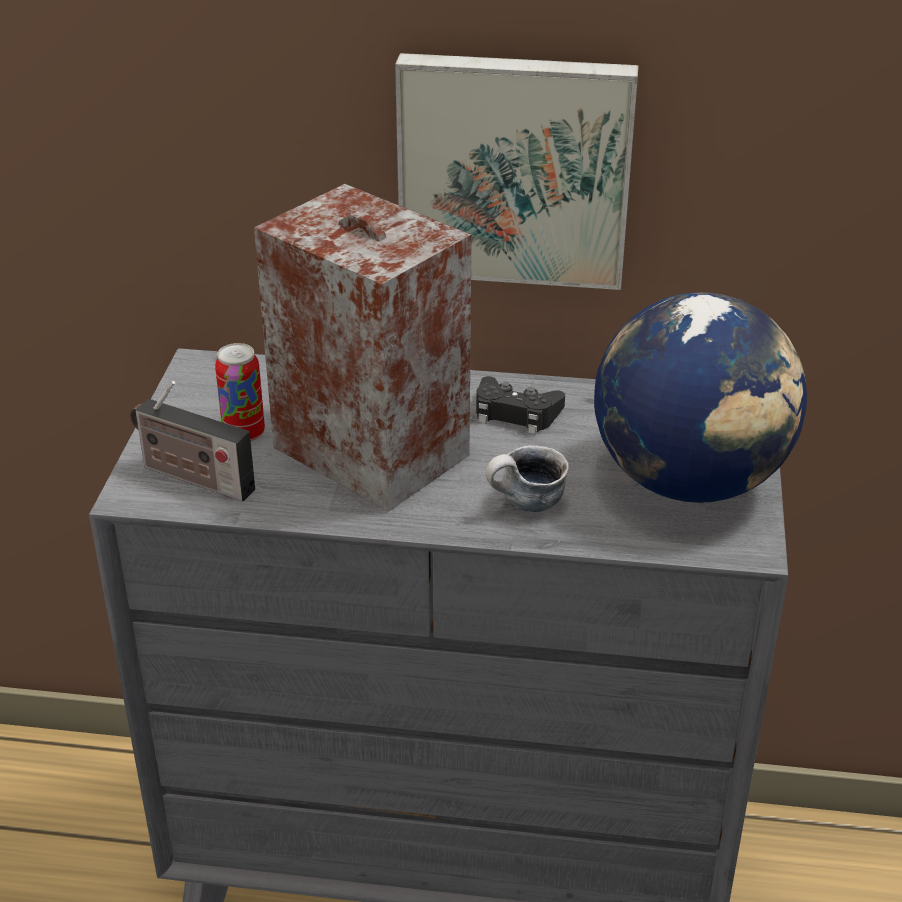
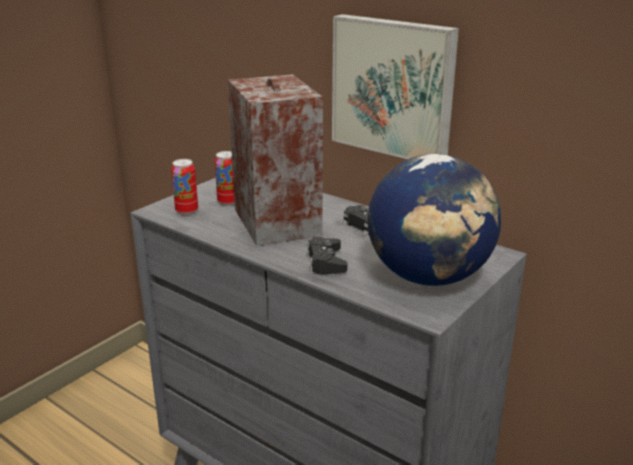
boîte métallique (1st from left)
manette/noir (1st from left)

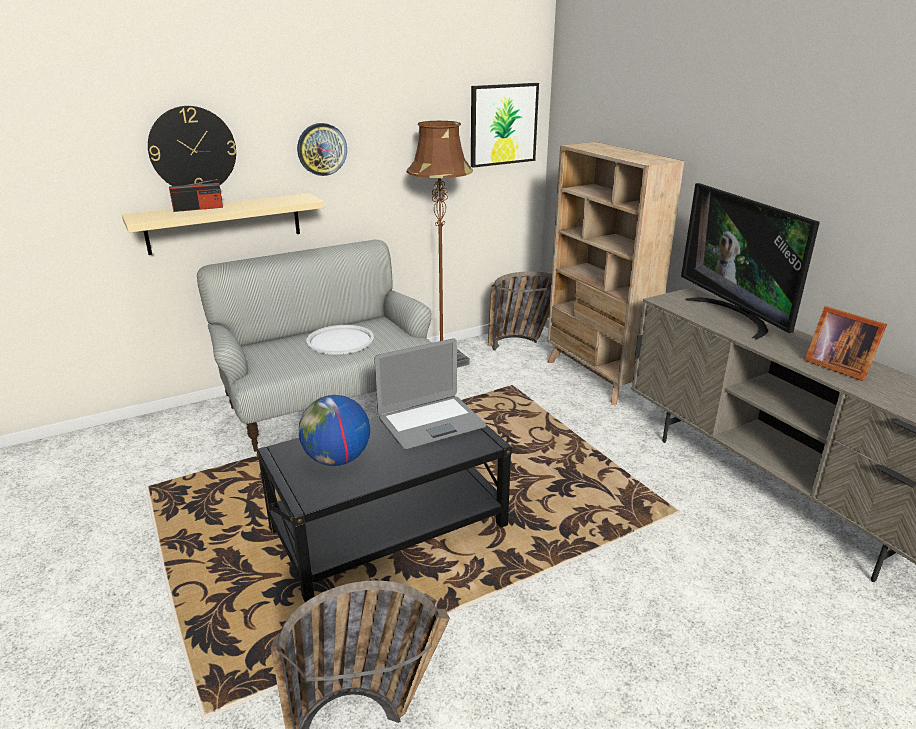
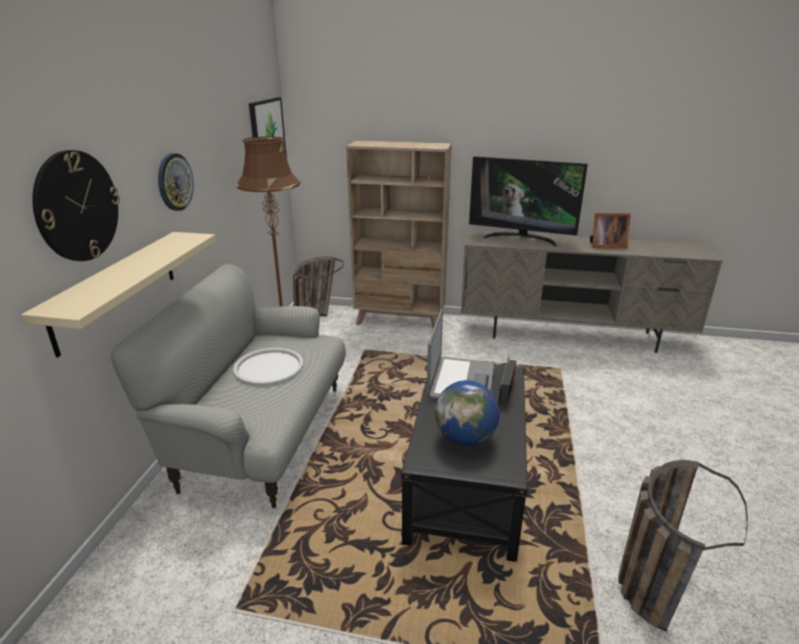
radio

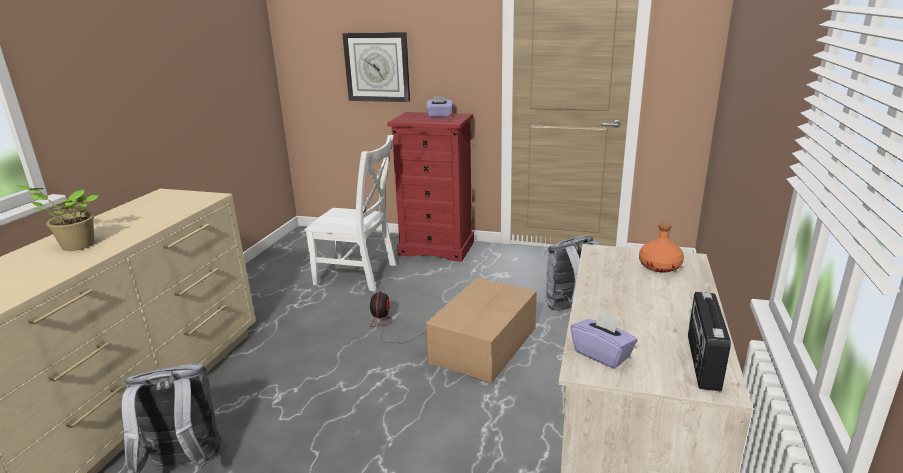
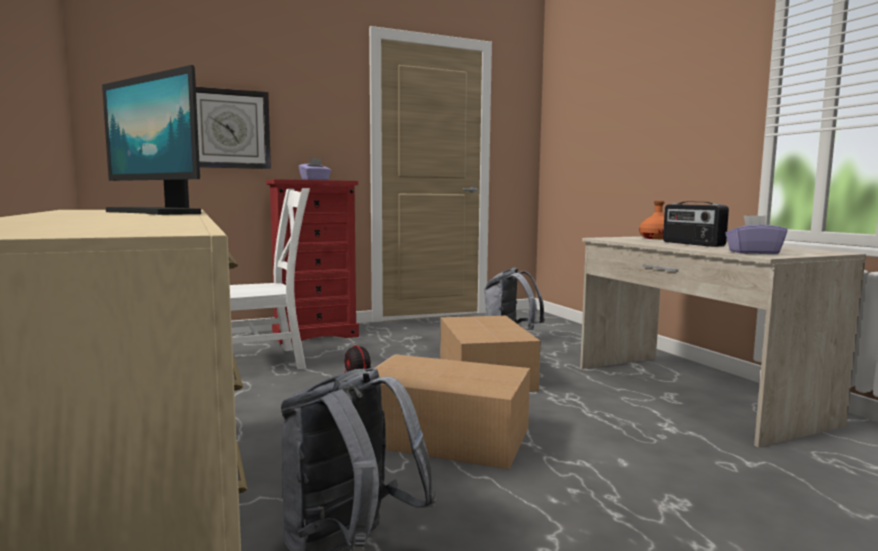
écran d'ordinateur
carton (1st from left)
radio
plante en pot

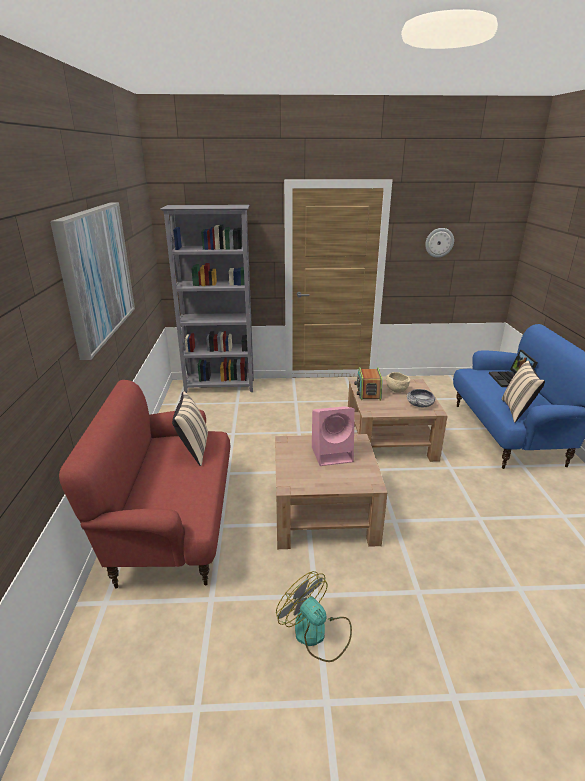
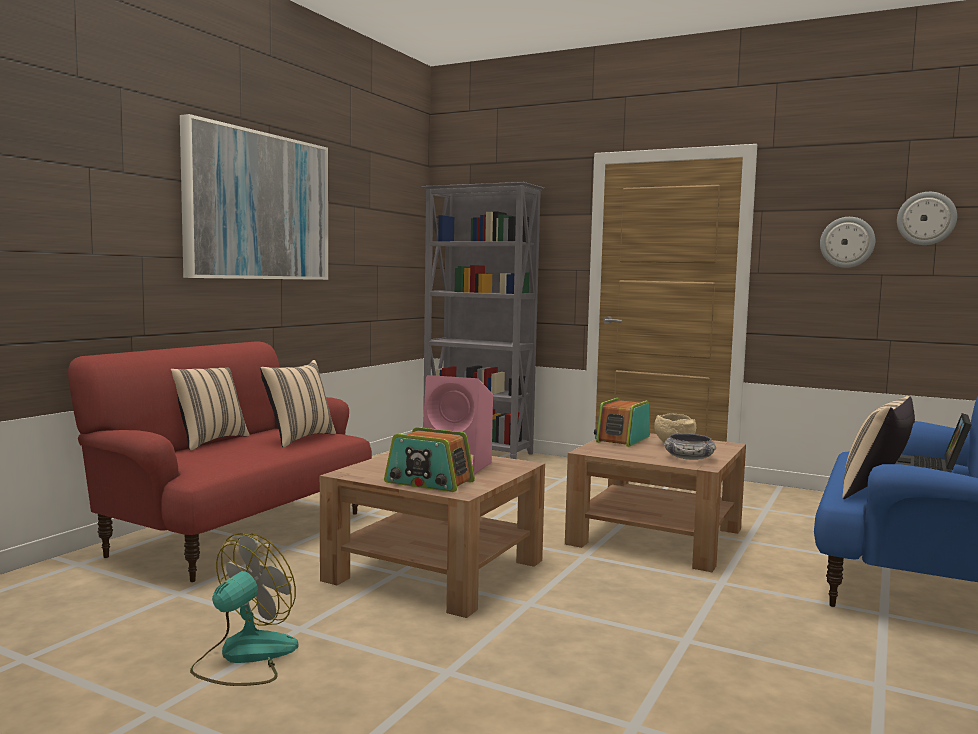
coussin/beige (1st from left)
ventilateur
radio (1st from left)
horloge murale (2nd from left)

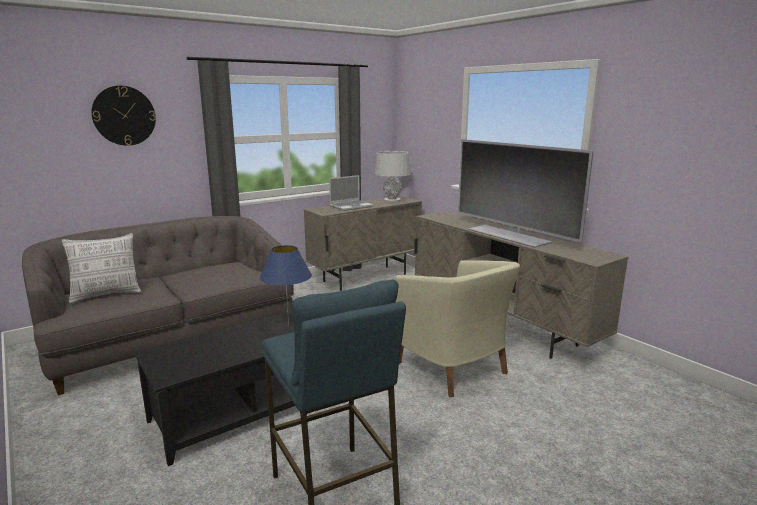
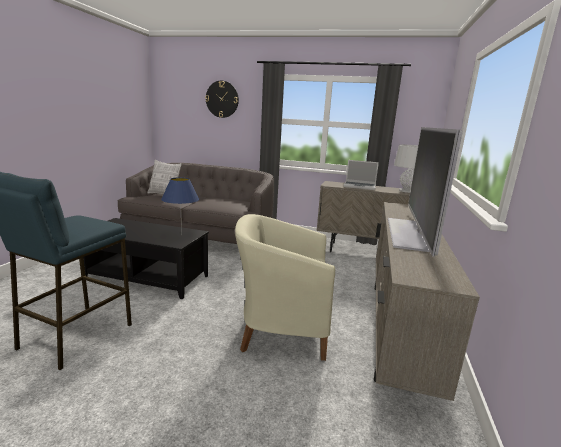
fauteuil/beige

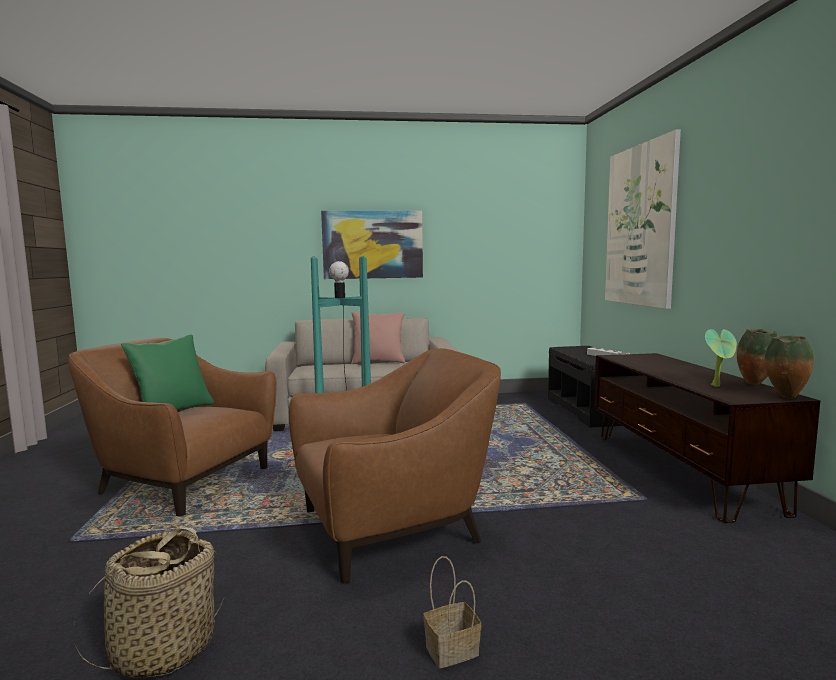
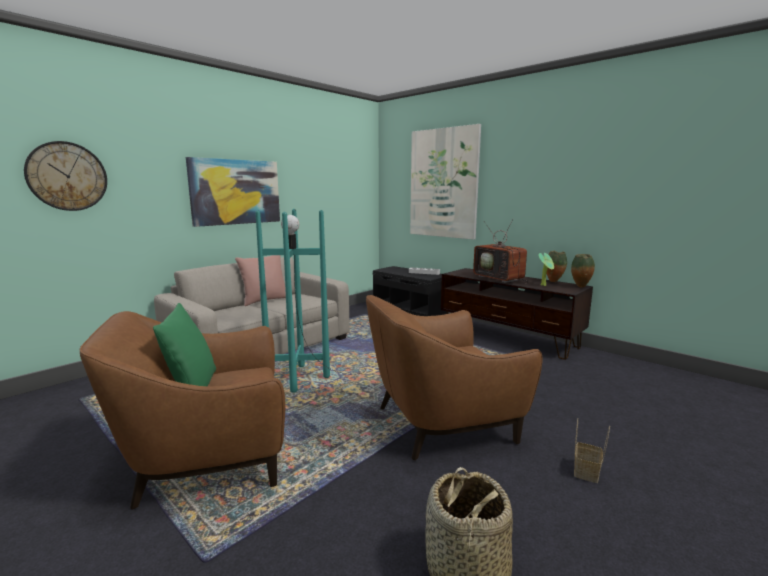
horloge murale
fauteuil/marron (2nd from left)
téléviseur

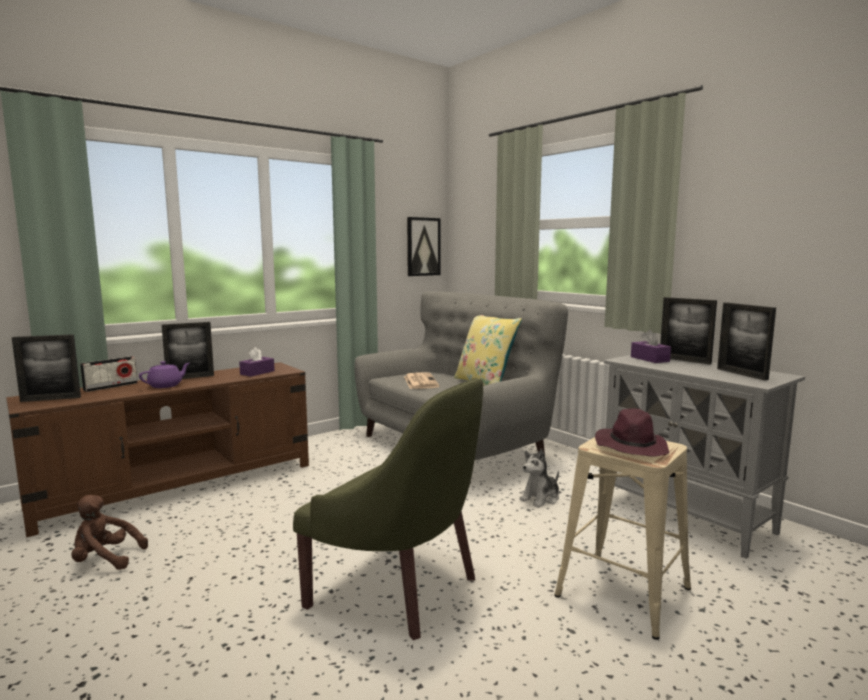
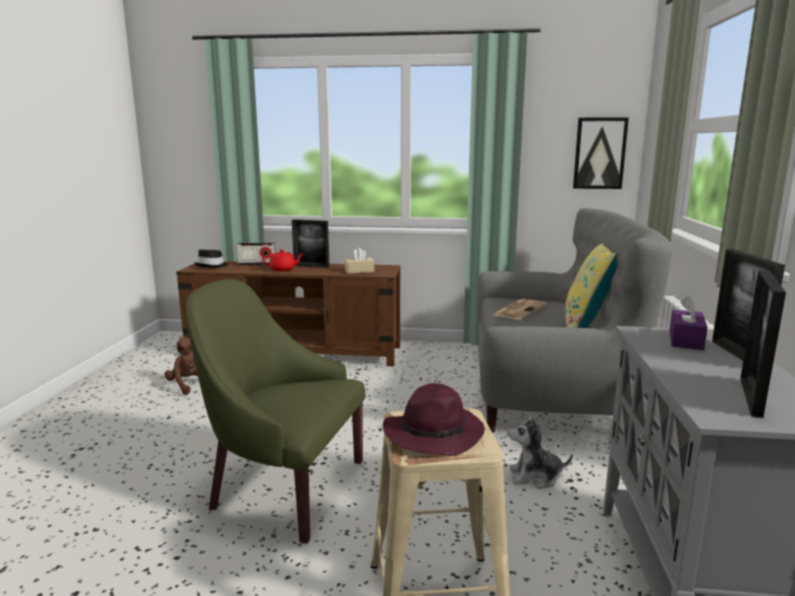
fauteuil/vert
chapeau/noir
théière/rouge
boîte à mouchoirs/beige

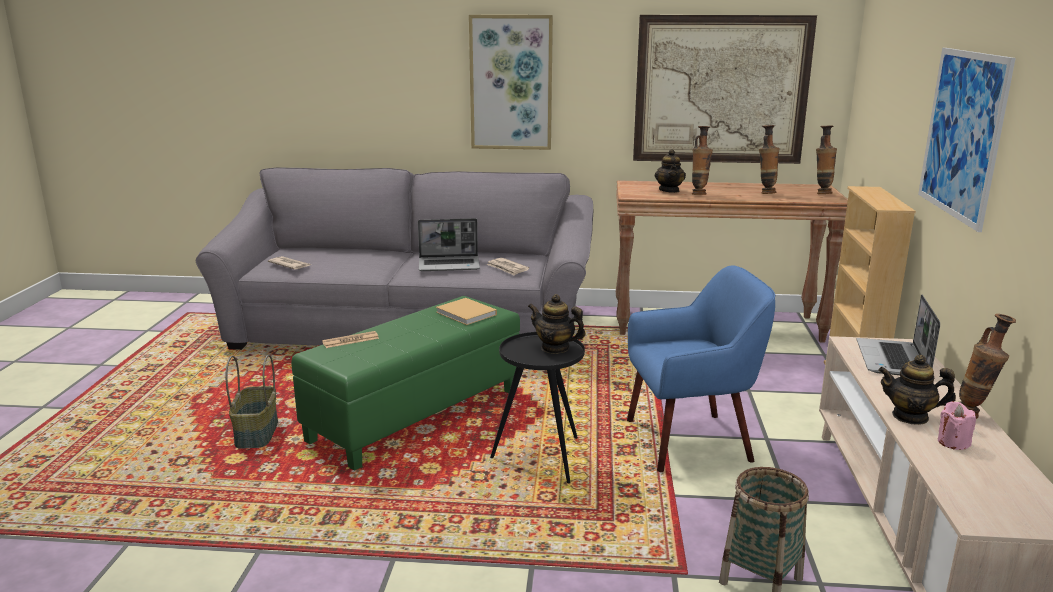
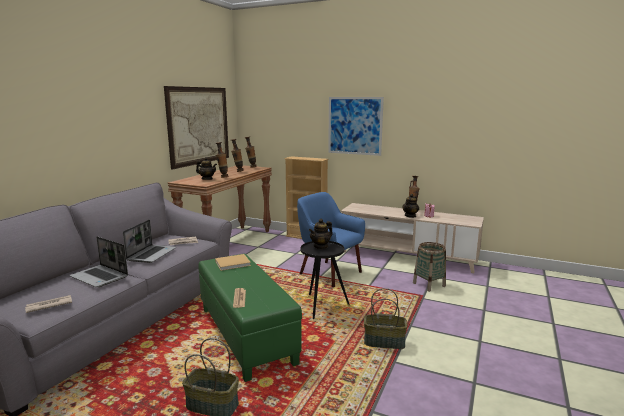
ordinateur portable (1st from left)
fauteuil/bleu
panier (2nd from left)
tableau (1st from left in the first image)

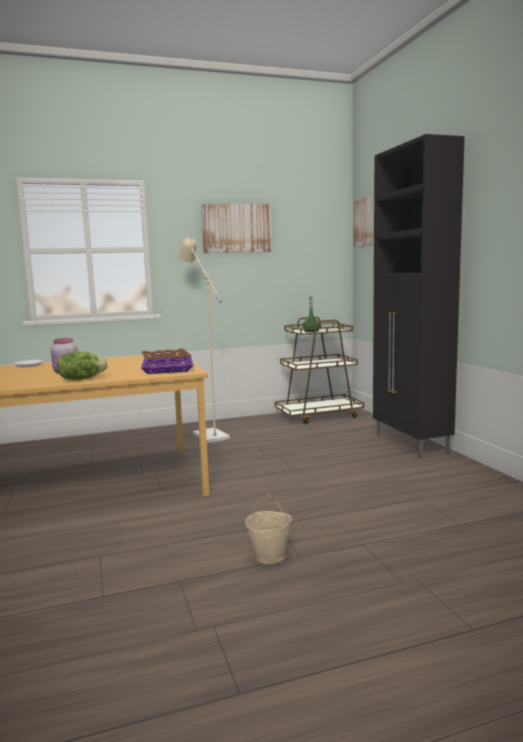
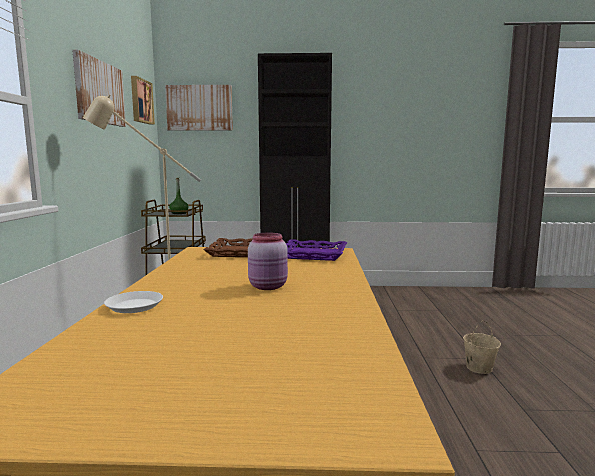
tableau (2nd from left)
laitue

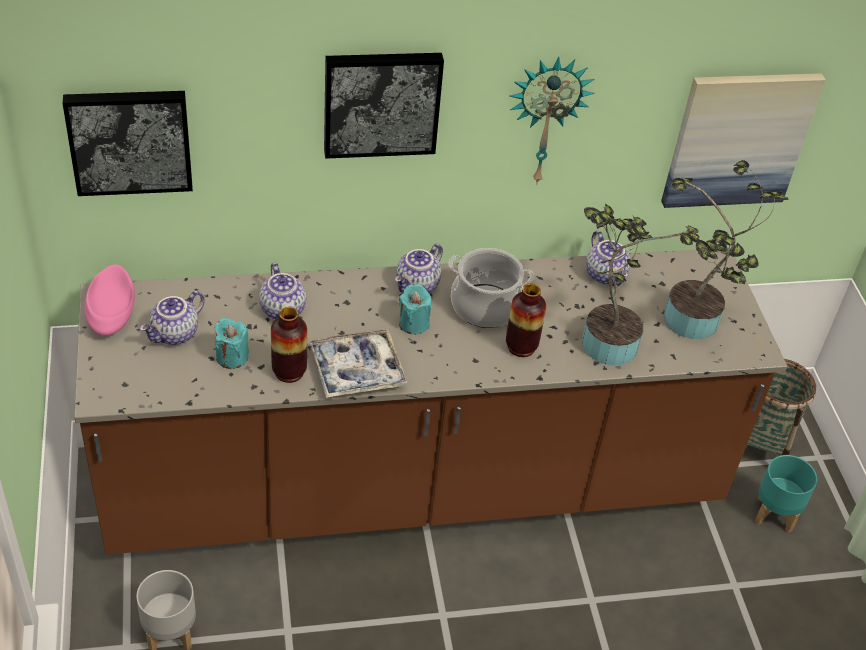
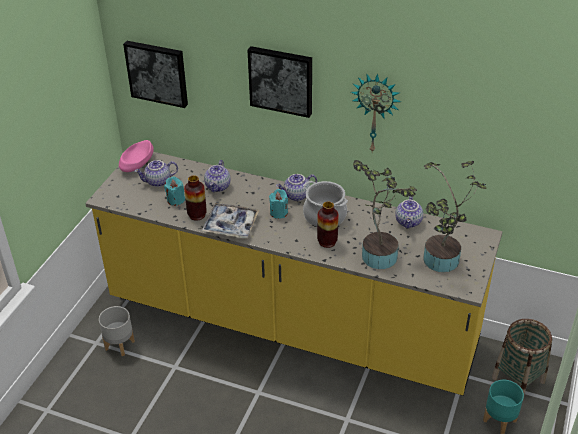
comptoir de cuisine/jaune
tableau (3rd from left in the first image)

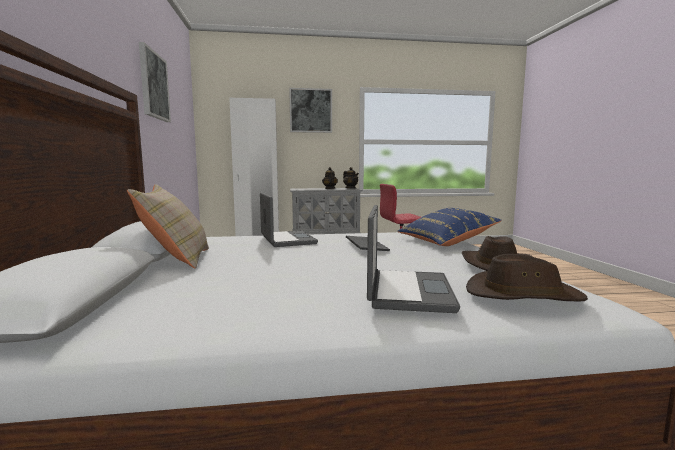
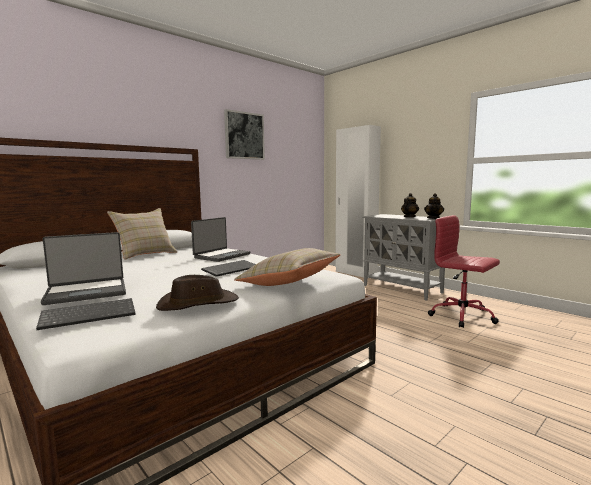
clavier (1st from left)
coussin/beige (2nd from left)
tableau (2nd from left in the first image)

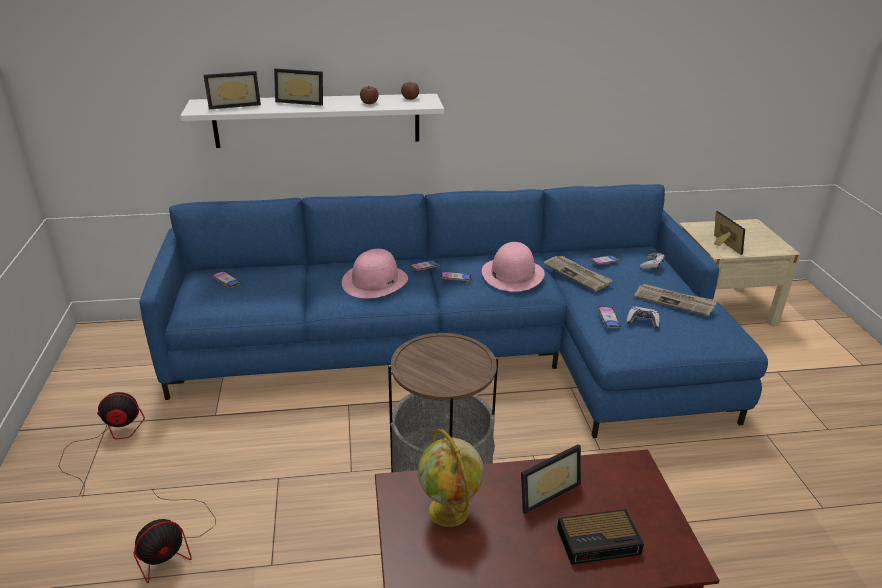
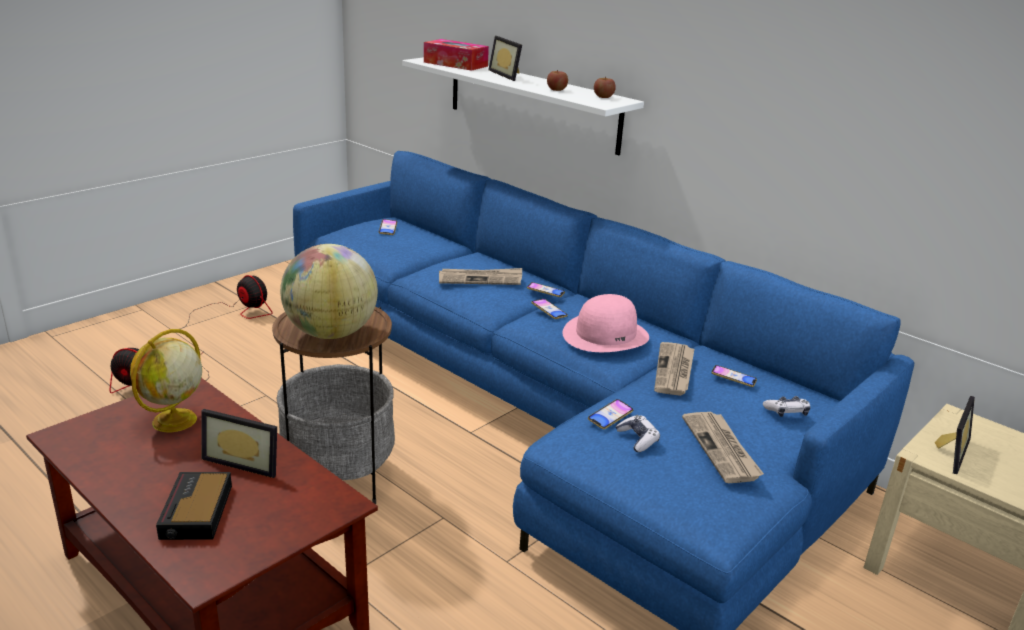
réveil
globe (2nd from left)
boîte à mouchoirs
journal (1st from left)

